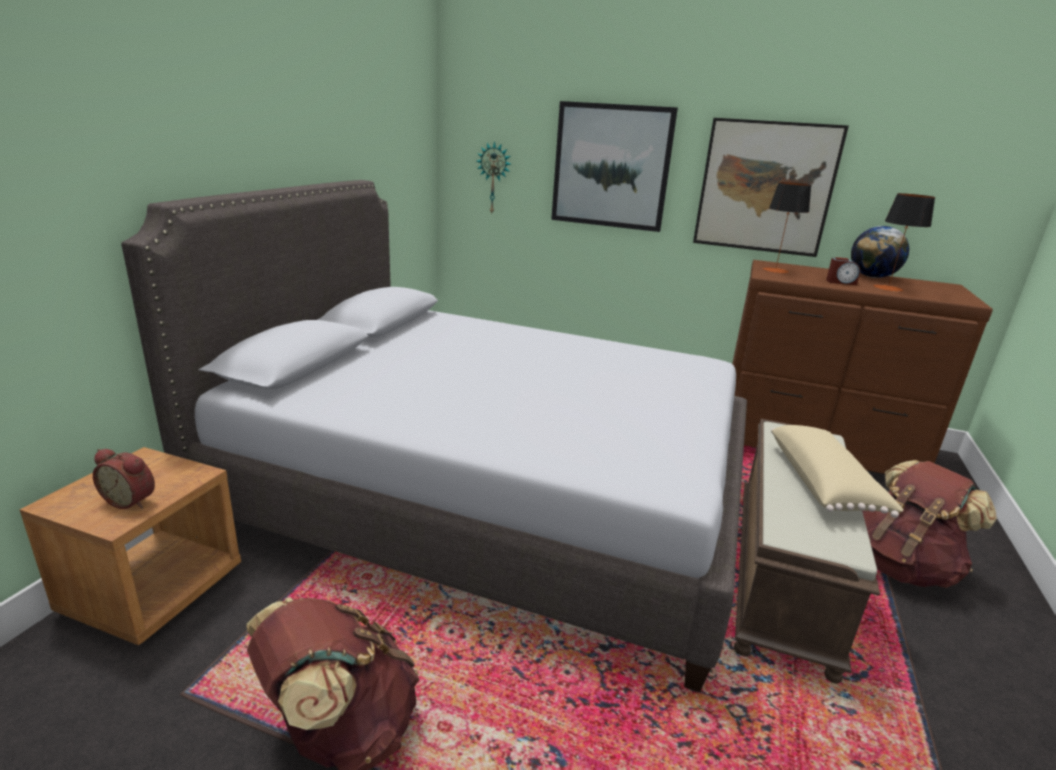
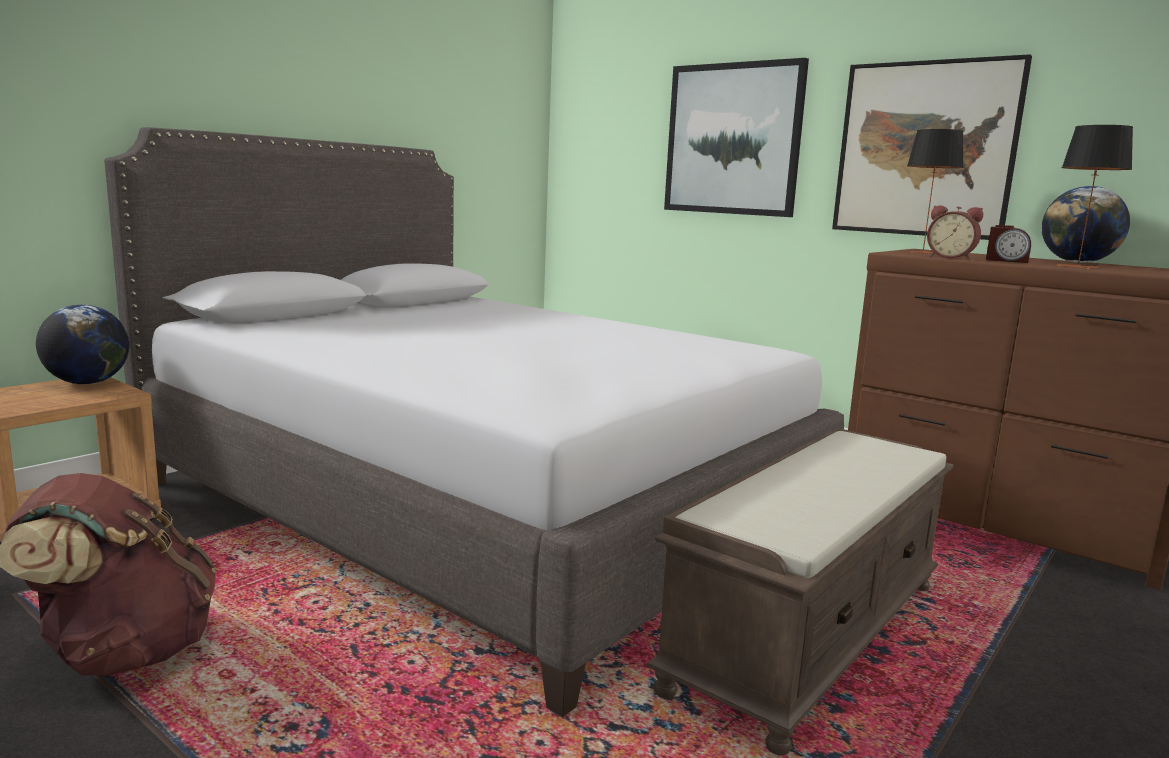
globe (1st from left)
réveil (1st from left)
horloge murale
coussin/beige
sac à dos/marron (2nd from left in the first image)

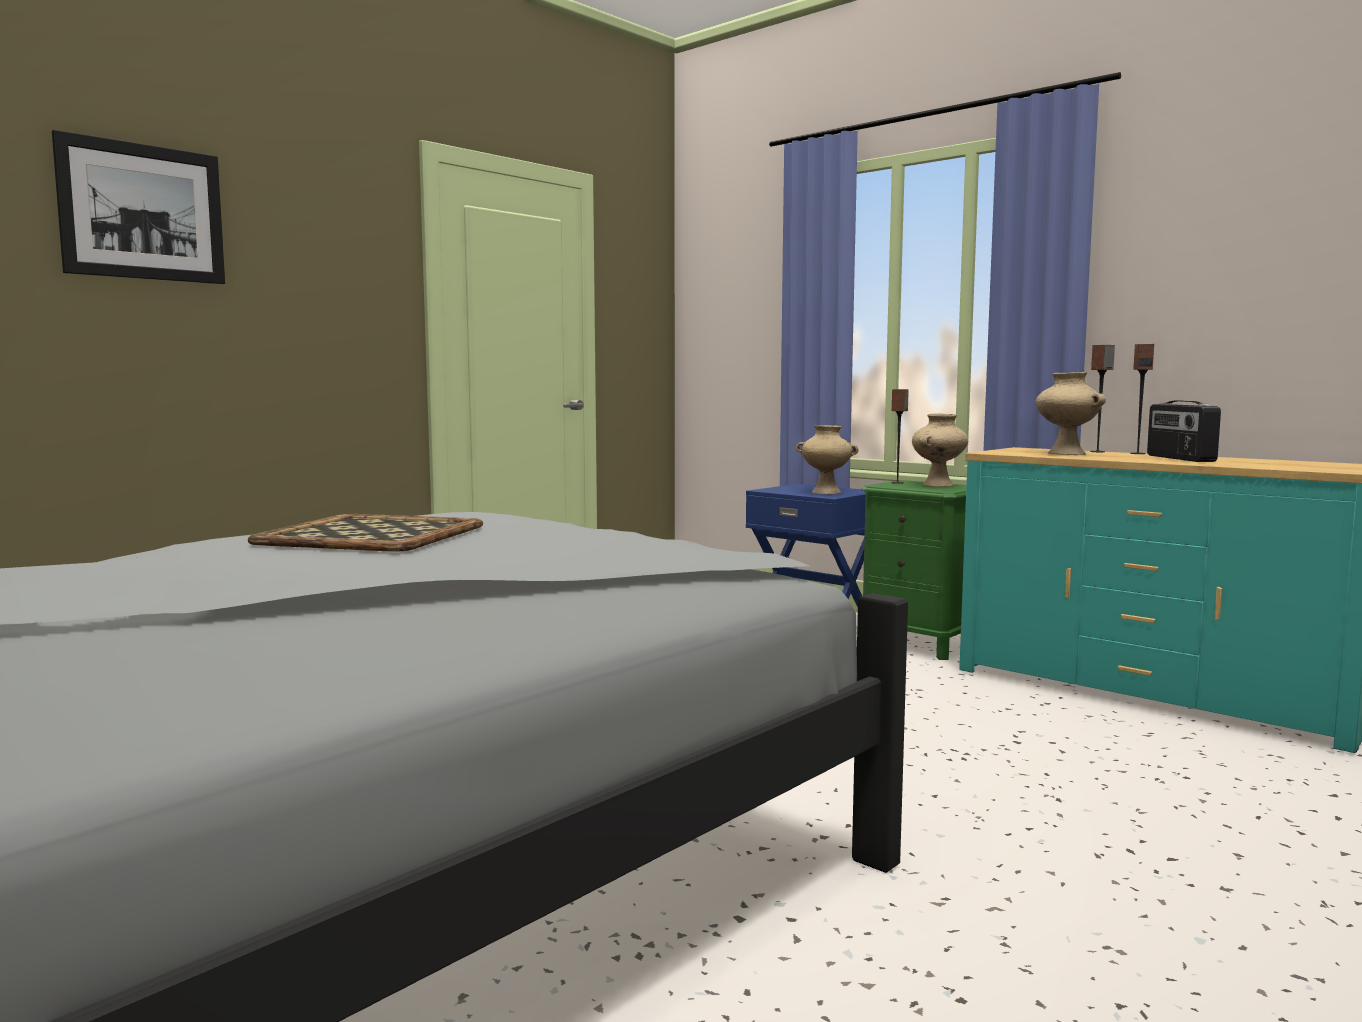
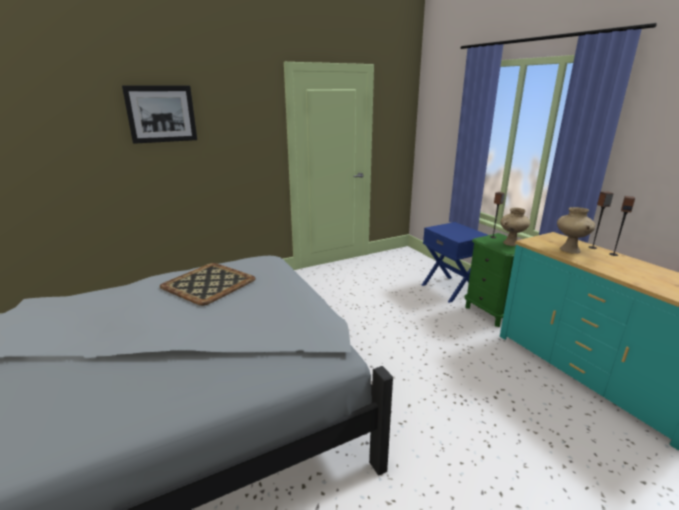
vase/beige (1st from left in the first image)
radio

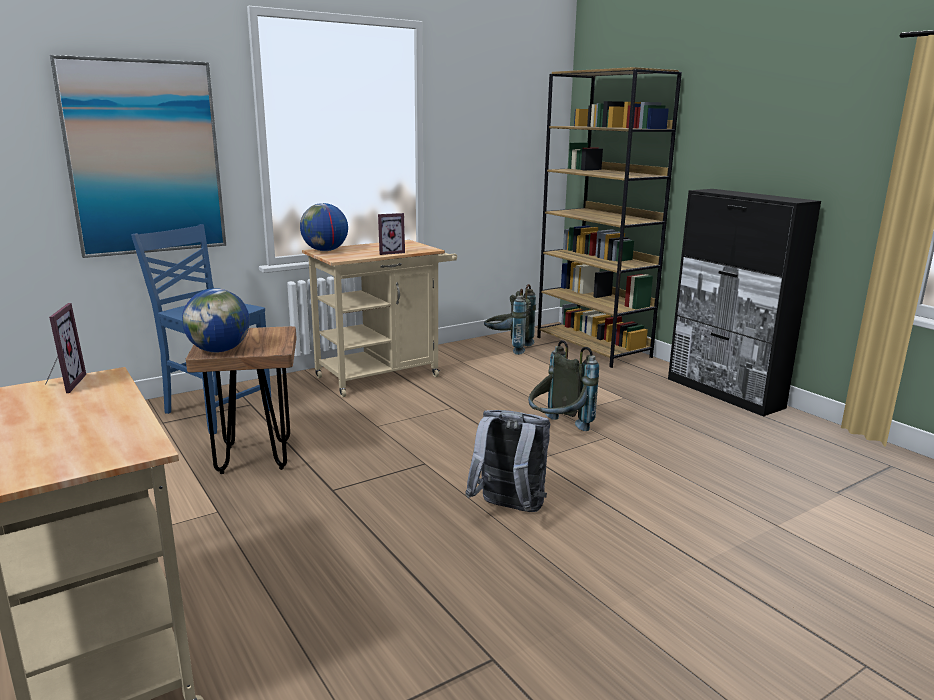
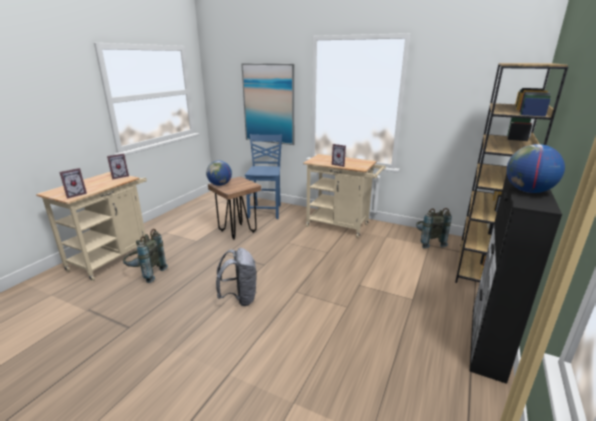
cadre photo (1st from left)
sac à dos/gris (1st from left)
globe (2nd from left)

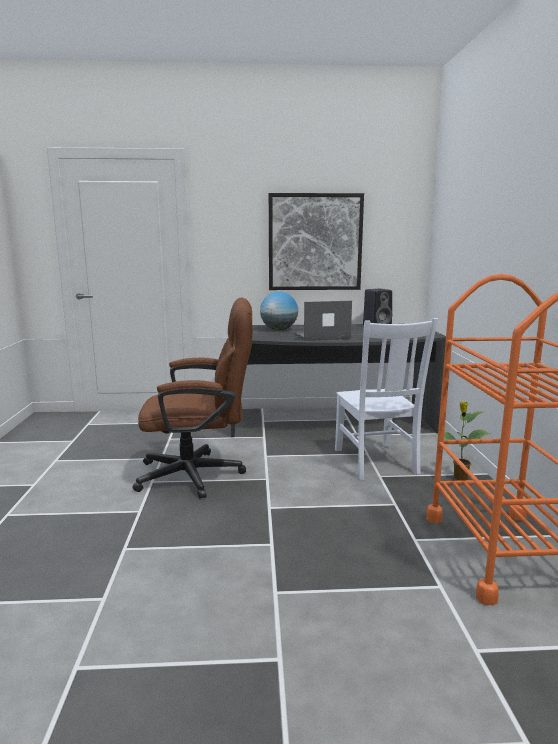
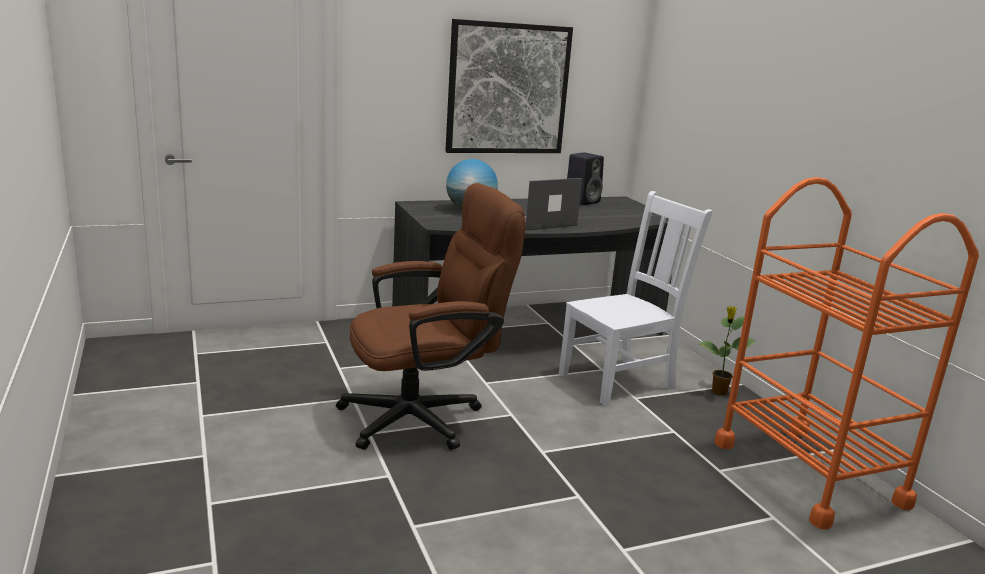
chaise/blanc

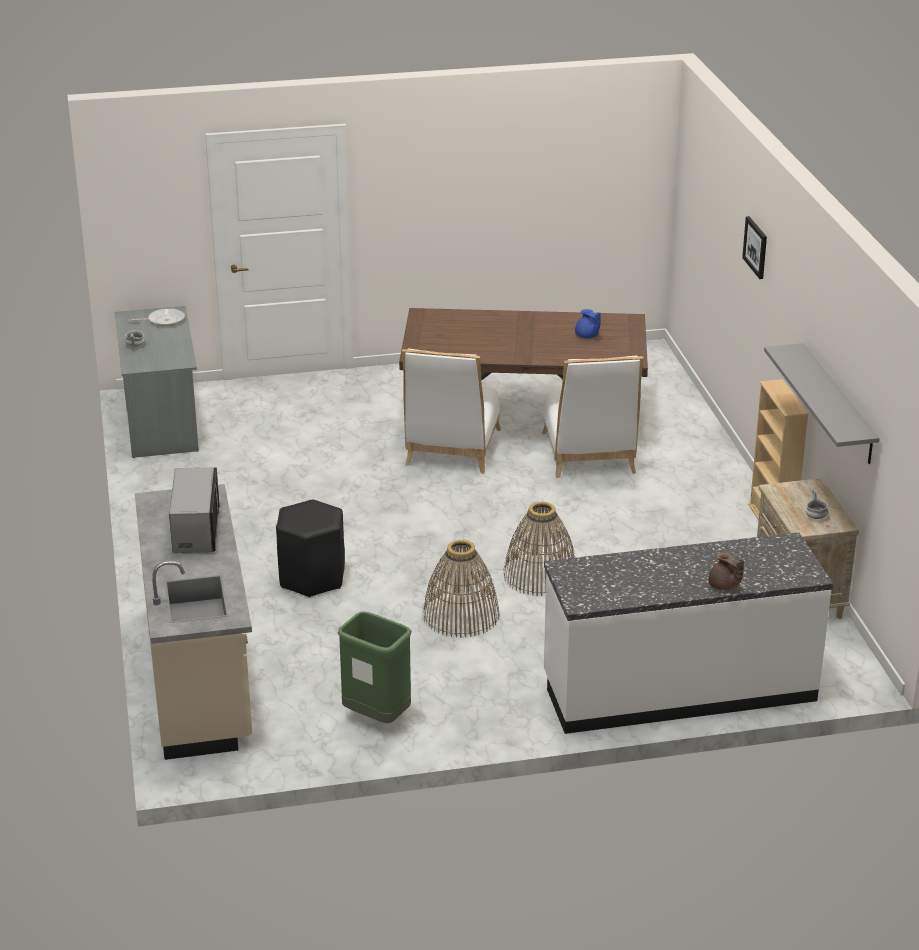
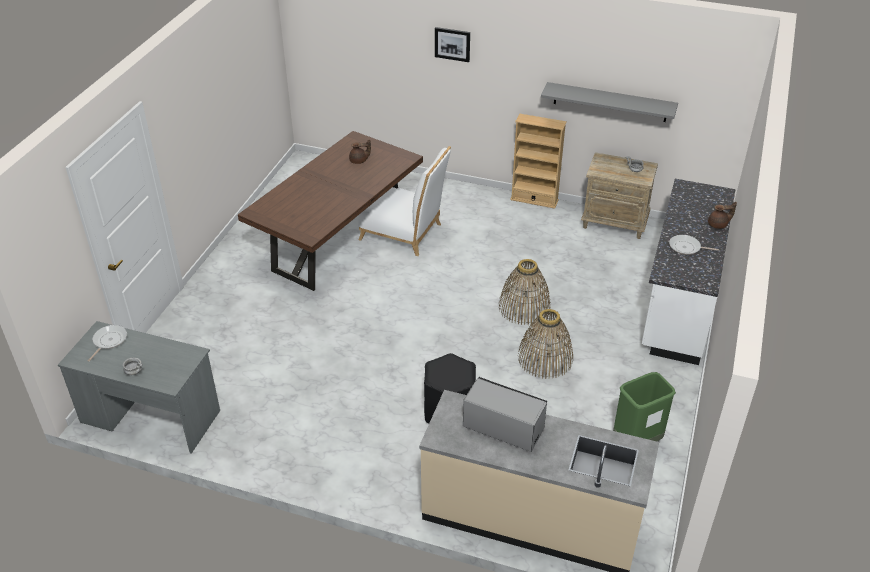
théière/marron (1st from left)
poêle (2nd from left)
chaise/blanc (1st from left in the first image)

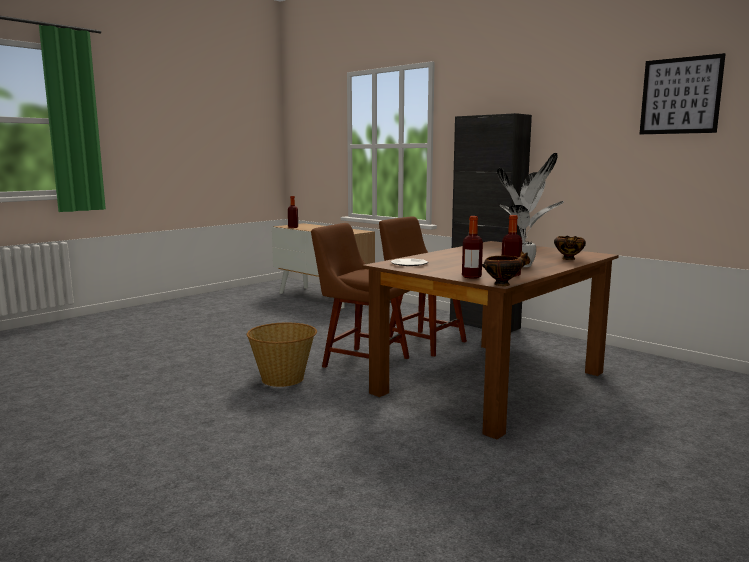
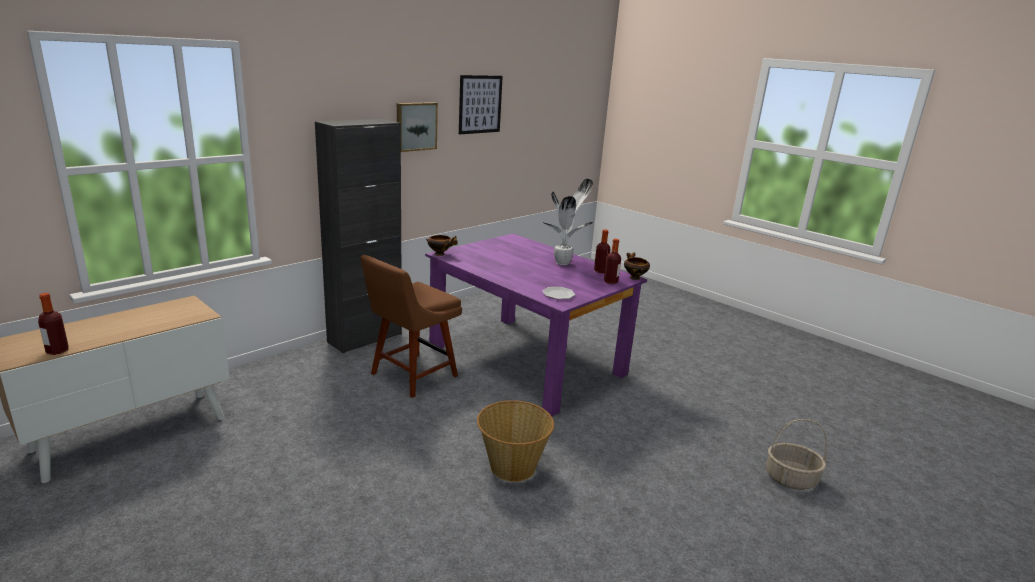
tableau (1st from left)
table à manger/violet
bol (1st from left)
panier (2nd from left)
chaise/marron (1st from left in the first image)

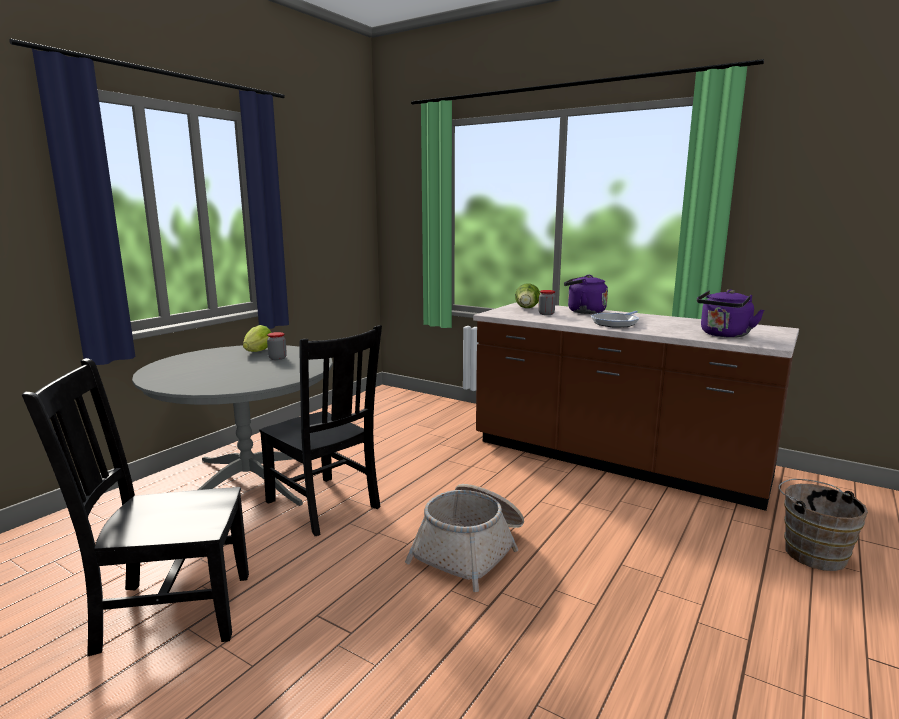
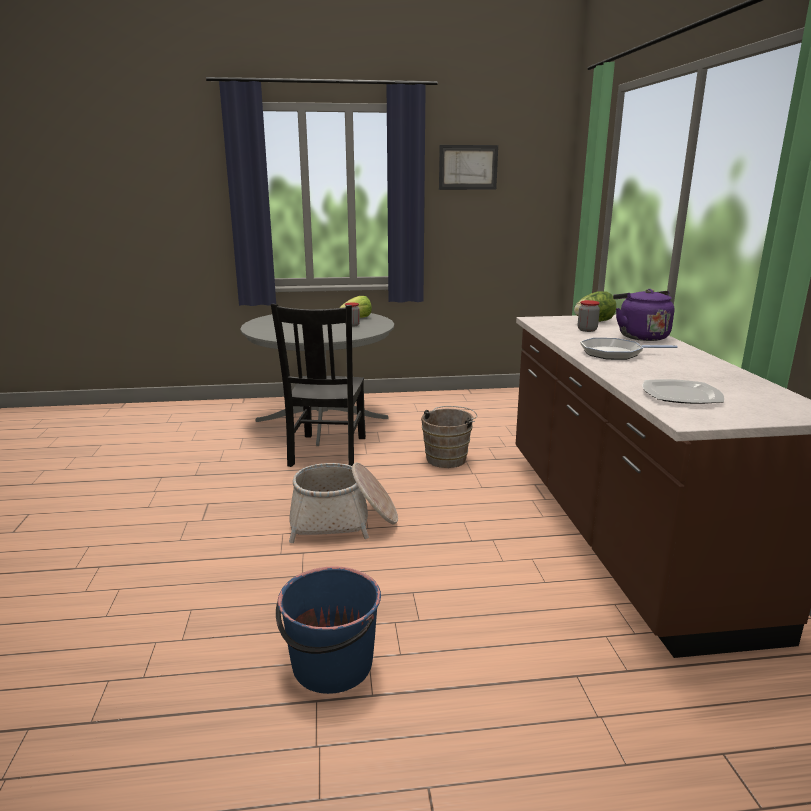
seau/bleu
seau/marron
tableau
assiette
chaise/noir (1st from left in the first image)

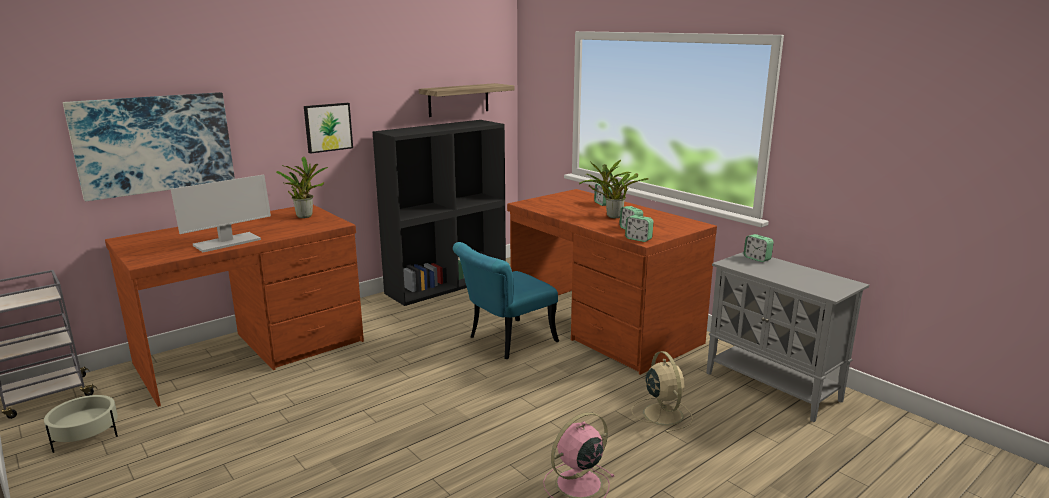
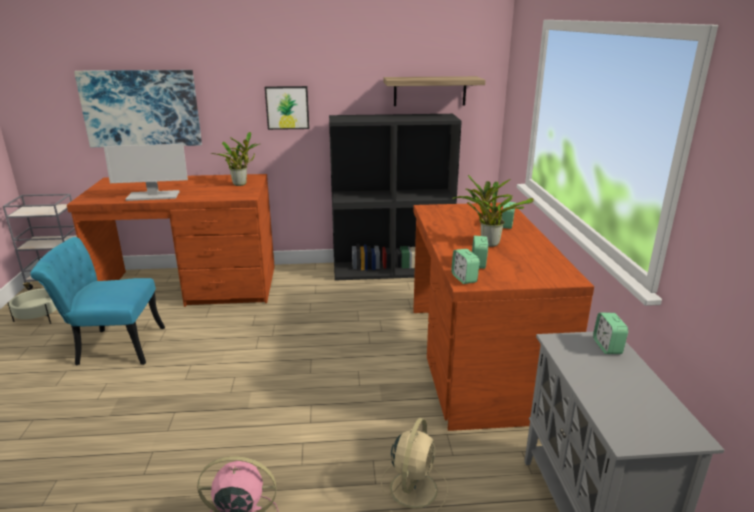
chaise/turquoise

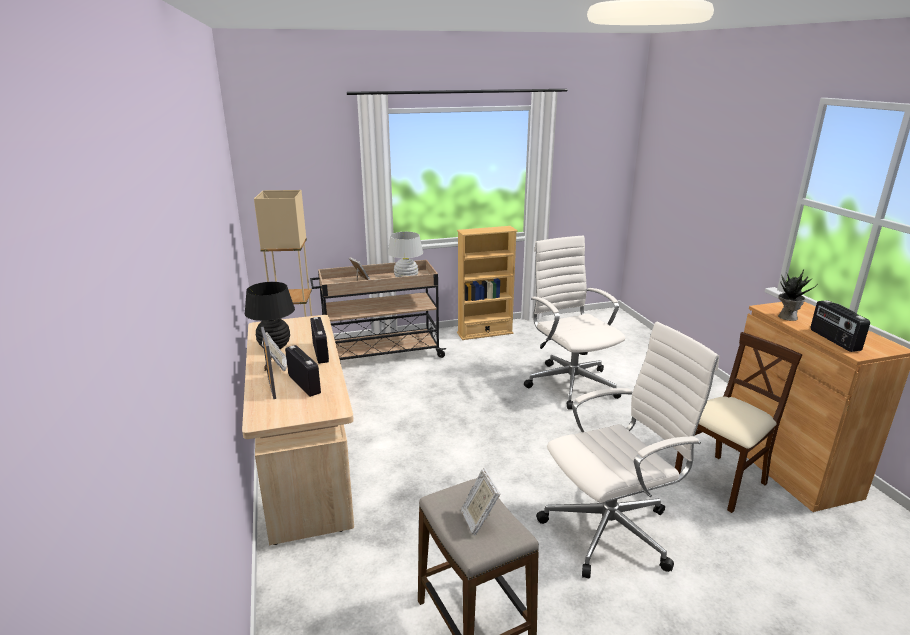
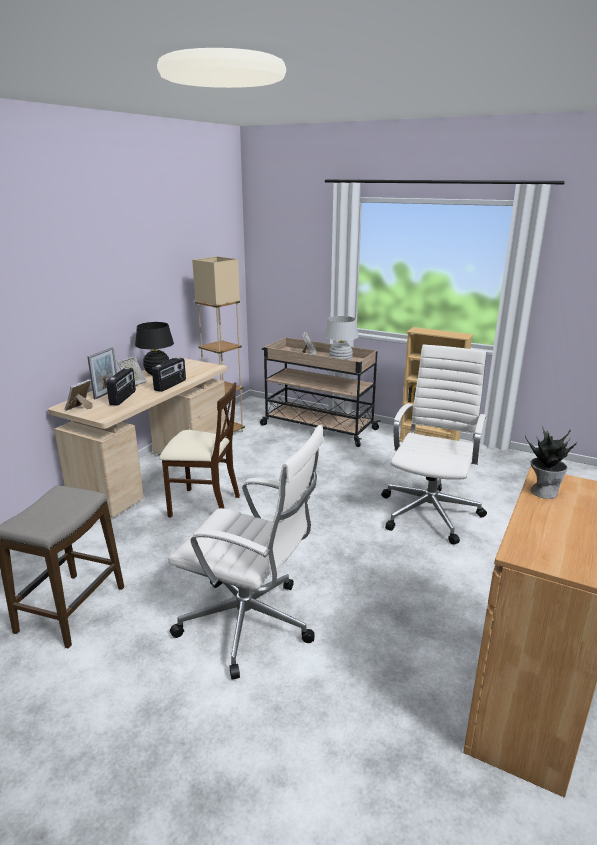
cadre photo (1st from left)
chaise/beige
radio (3rd from left in the first image)

